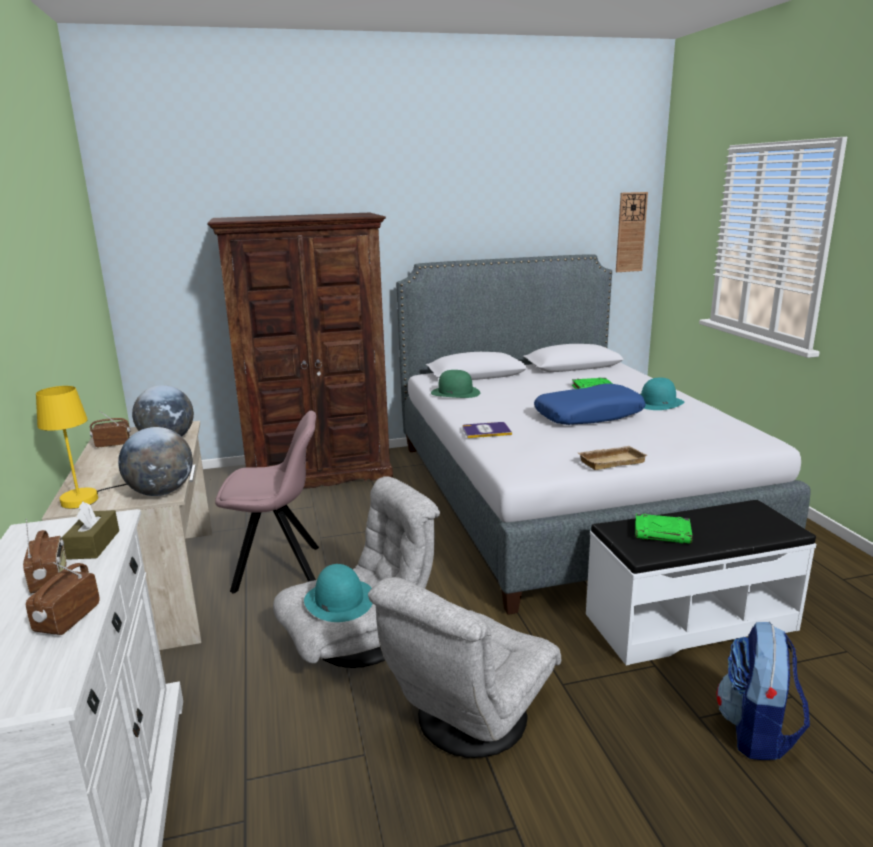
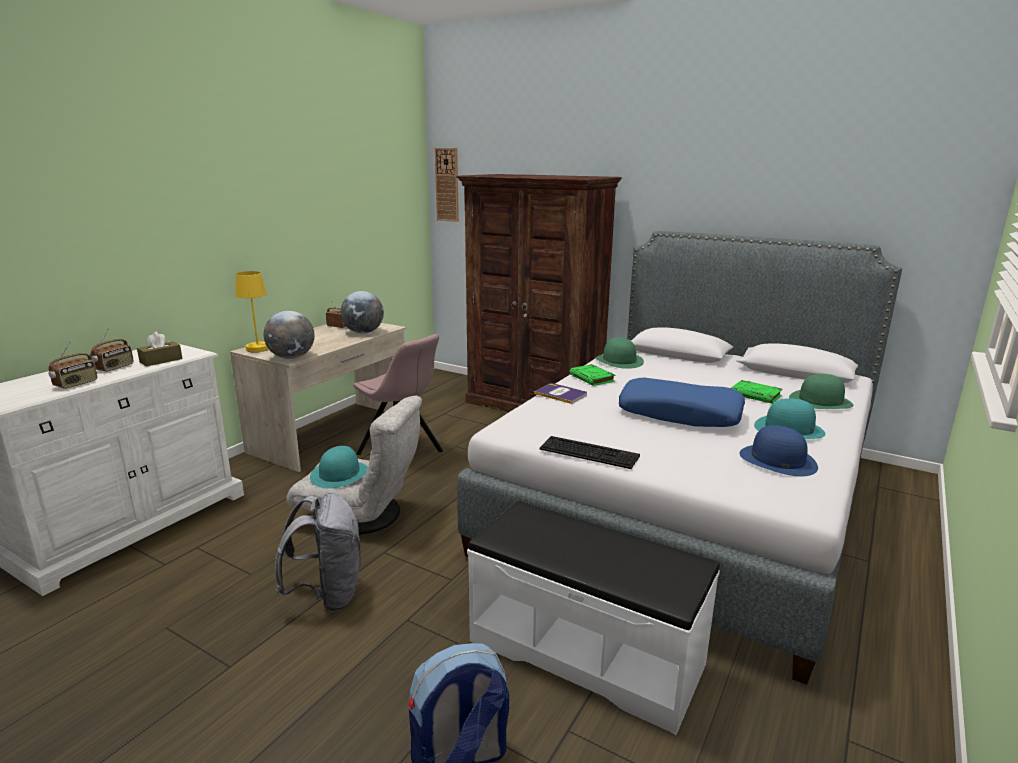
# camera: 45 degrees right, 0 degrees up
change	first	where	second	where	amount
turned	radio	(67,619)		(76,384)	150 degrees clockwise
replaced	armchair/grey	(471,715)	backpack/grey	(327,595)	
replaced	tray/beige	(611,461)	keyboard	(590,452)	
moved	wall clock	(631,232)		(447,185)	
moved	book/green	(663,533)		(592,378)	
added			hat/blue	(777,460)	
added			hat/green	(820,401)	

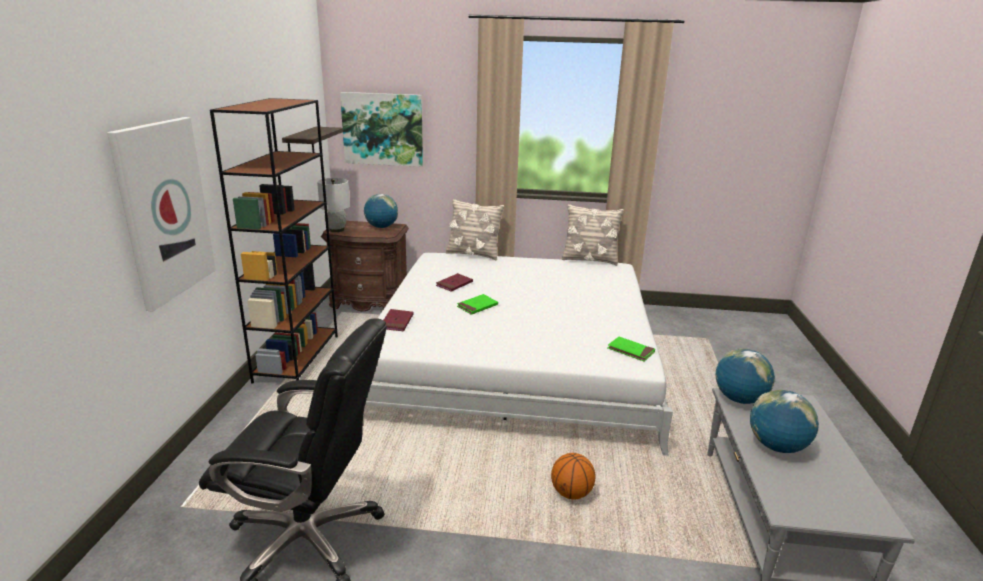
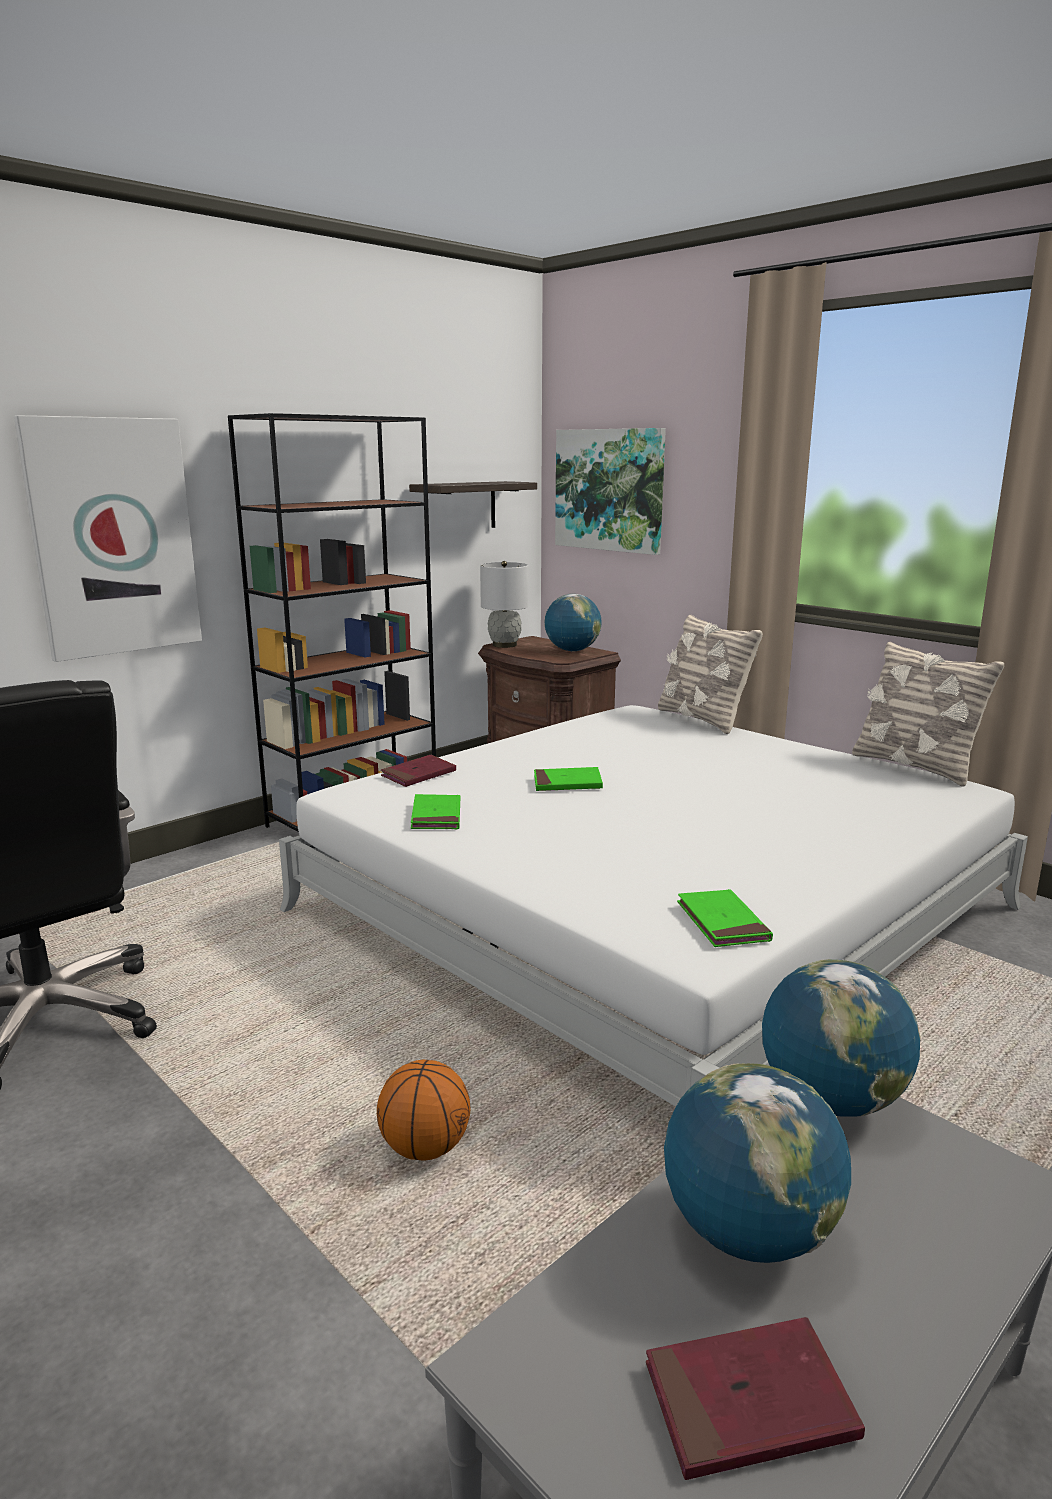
# camera: 40 degrees right, 5 degrees down
change	first	where	second	where	amount
moved	book/red	(454,284)		(749,1403)	
added			book/green	(436,816)	

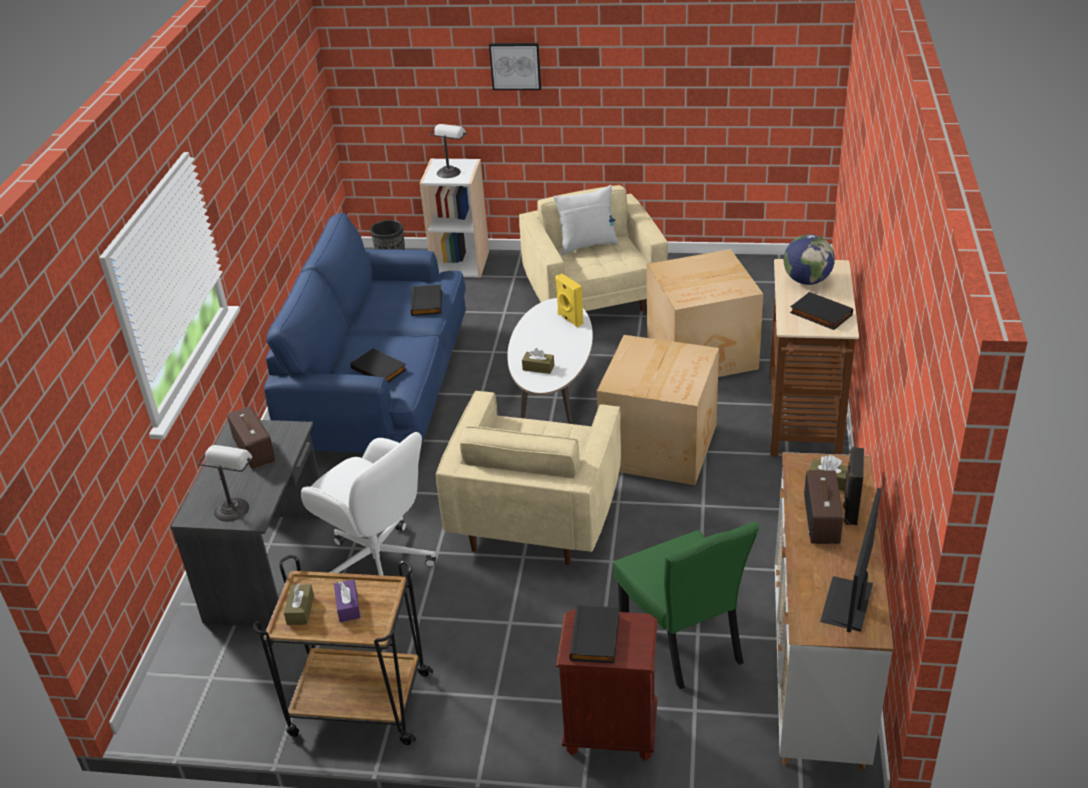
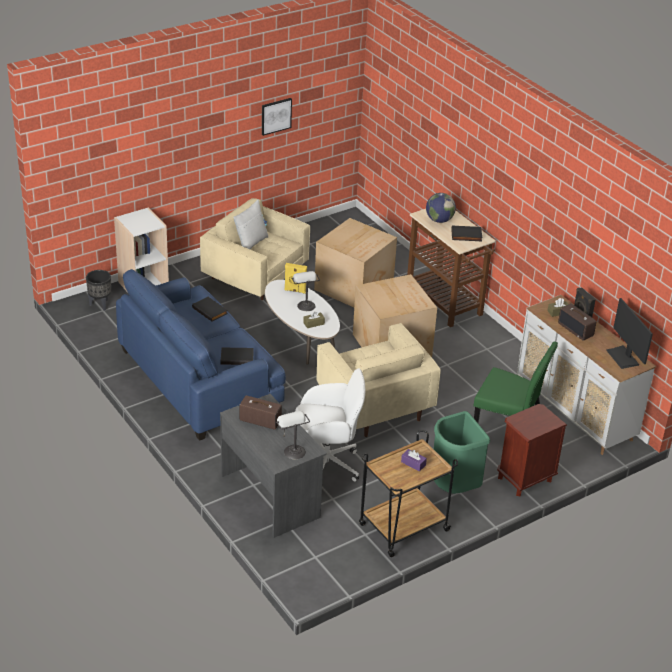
# camera: 45 degrees left, 0 degrees up
change	first	where	second	where	amount
removed	tissue box/brown	(300,610)			
moved	table lamp	(450,170)		(304,303)	
moved	picture	(515,66)		(276,116)	
removed	book/black	(597,637)			
added			trash can/green	(453,487)	

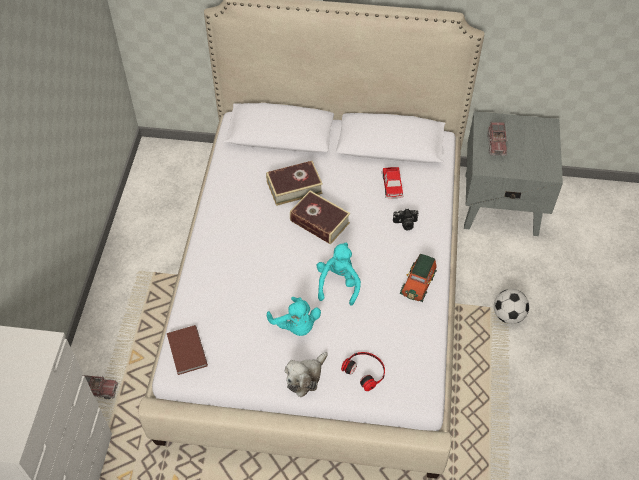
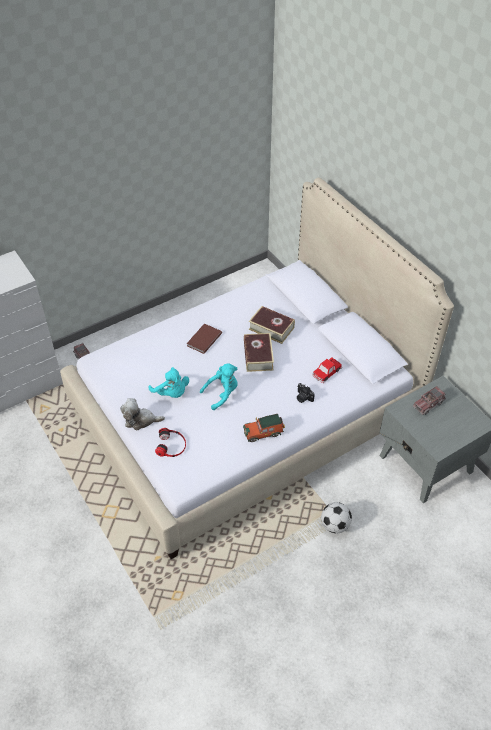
# camera: 50 degrees right, 5 degrees down
change	first	where	second	where	amount
moved	book/brown	(186,351)		(203,339)	
turned	plush toy/turquoise	(296,325)		(171,393)	60 degrees counterclockwise

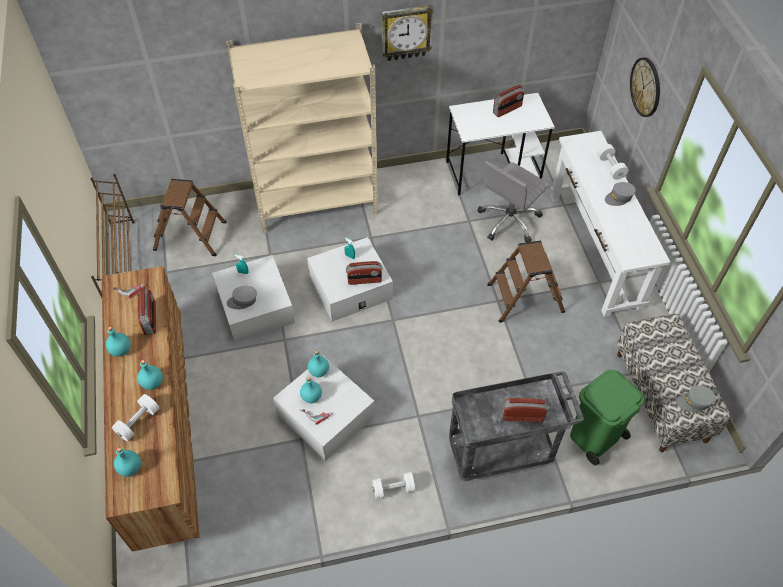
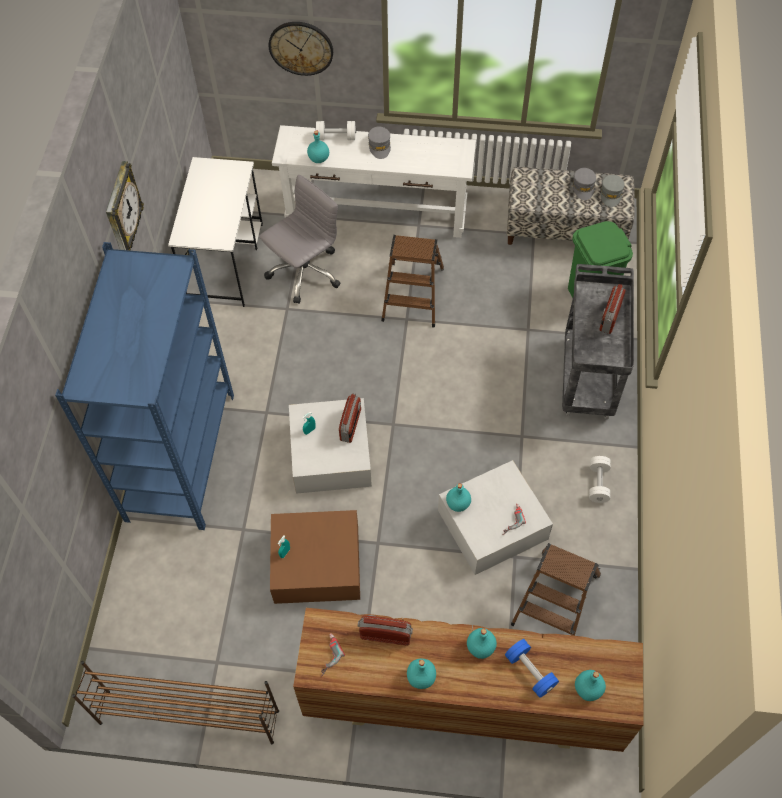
# camera: 70 degrees left, 5 degrees up
change	first	where	second	where	amount
recoloured	dumbbell/white	(138,422)	dumbbell/blue	(530,671)	
moved	step ladder/brown	(190,235)		(556,599)	
recoloured	storage box/white	(255,306)	storage box/brown	(316,564)	
recoloured	bookcase/beige	(316,201)	bookcase/blue	(181,456)	
moved	cap/grey	(243,301)		(583,187)	
moved	bottle/turquoise	(311,396)		(318,159)	
turned	office chair/grey	(509,221)		(305,272)	105 degrees counterclockwise
removed	radio	(507,110)			

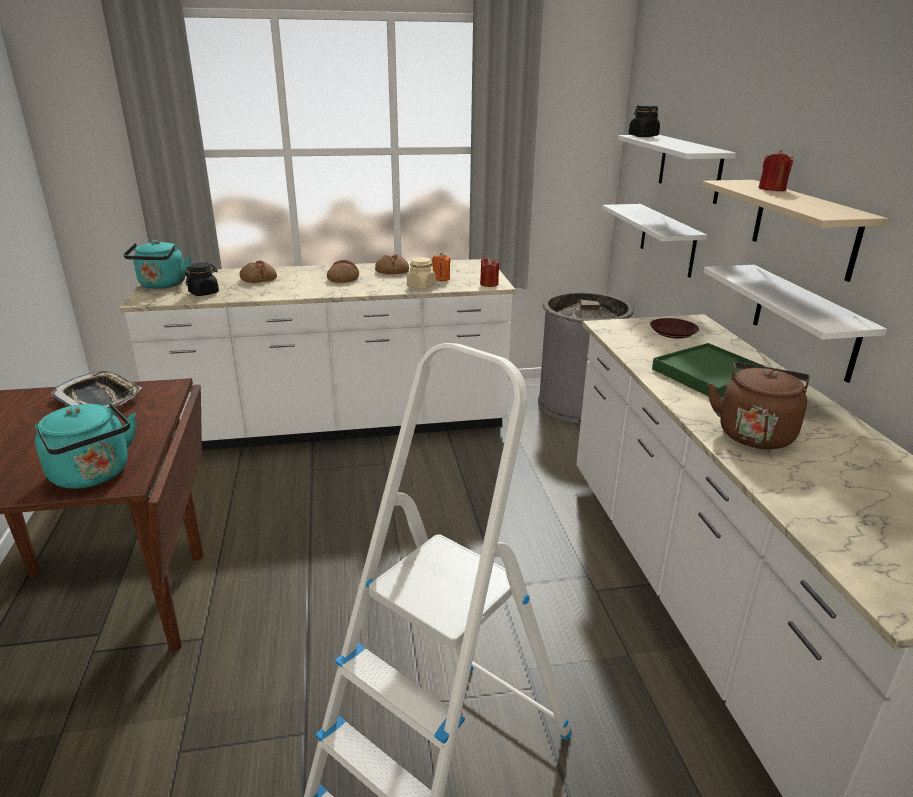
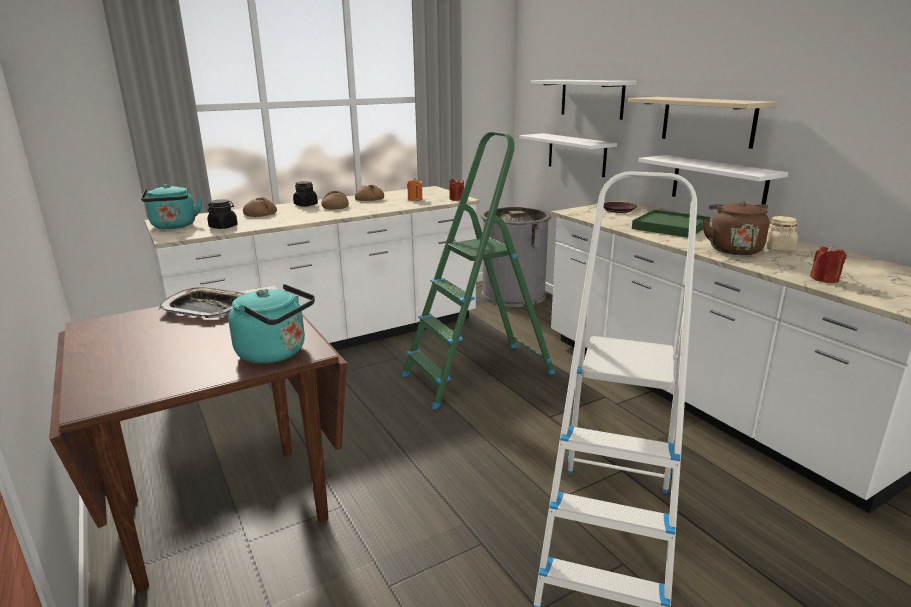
# camera: 20 degrees left, 5 degrees down
change	first	where	second	where	amount
moved	jar/beige	(421,286)		(778,248)	
moved	jar/black	(643,136)		(305,205)	
moved	candle/red	(772,189)		(824,279)	
added			step ladder/green	(477,375)	

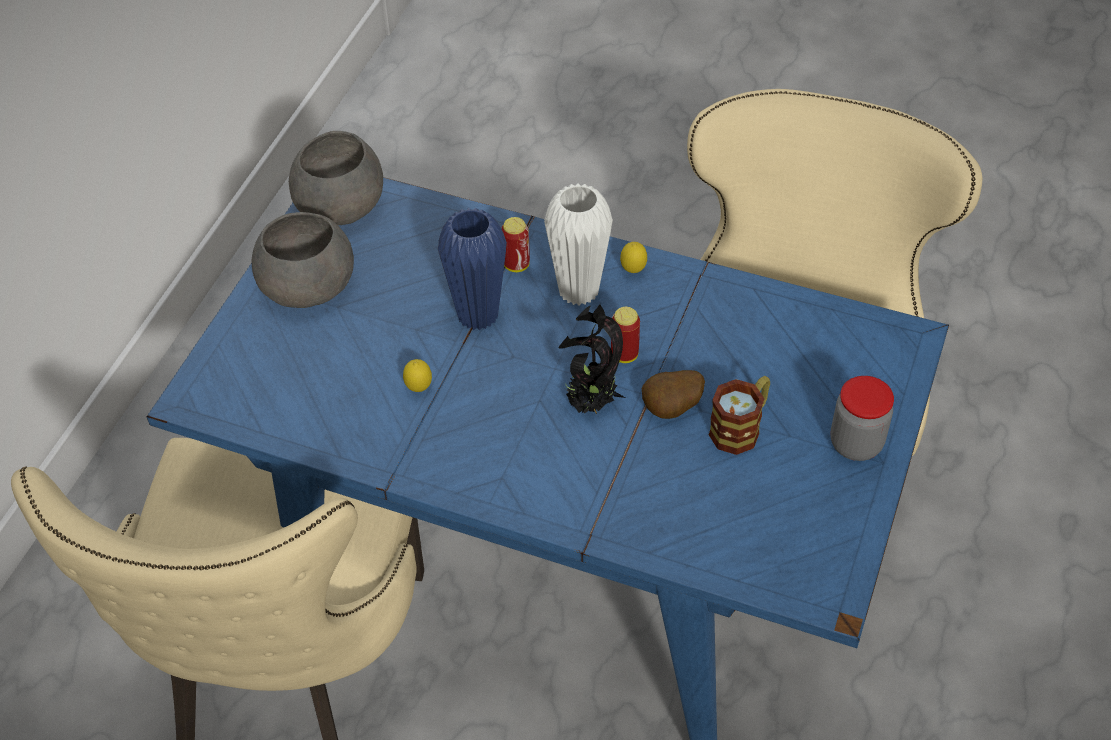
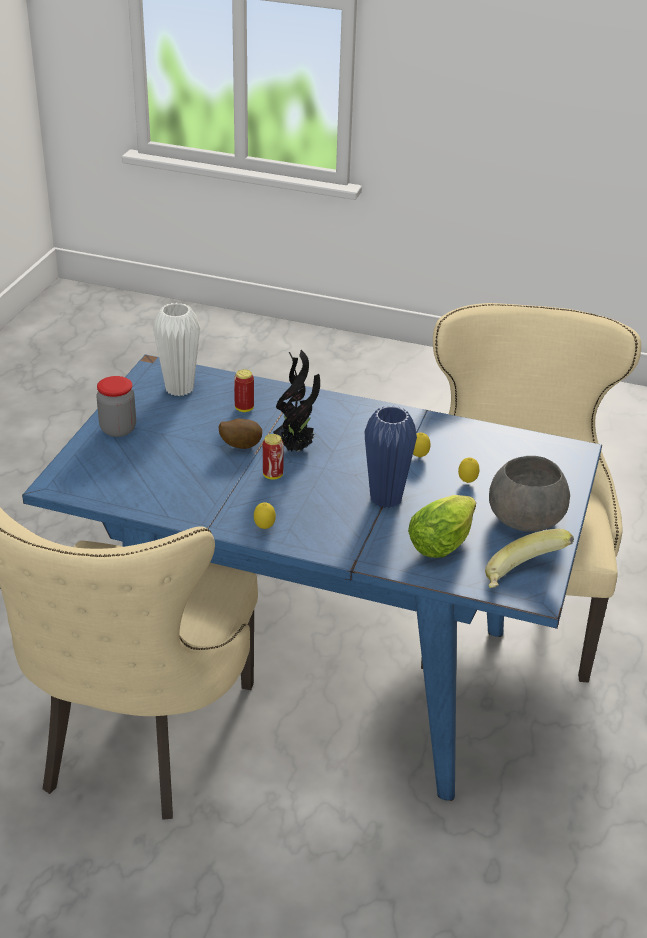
# camera: 175 degrees right, 15 degrees down
change	first	where	second	where	amount
replaced	bowl/grey	(341,203)	banana	(523,579)	
moved	can	(516,265)		(244,408)	
moved	vase/white	(578,291)		(179,389)	
removed	mug	(741,427)			
added			lettuce	(444,542)	
added			lemon	(467,482)	

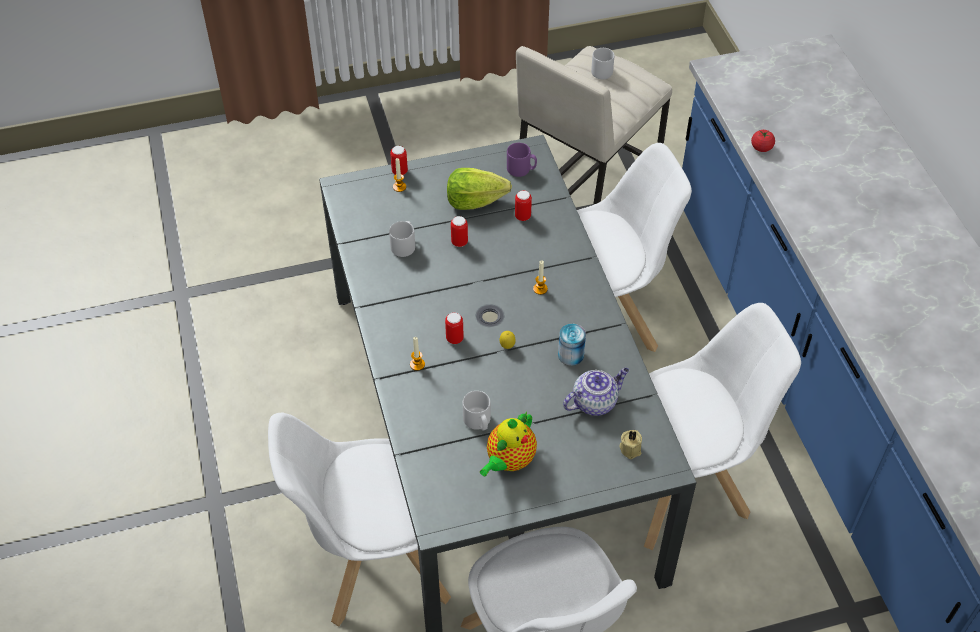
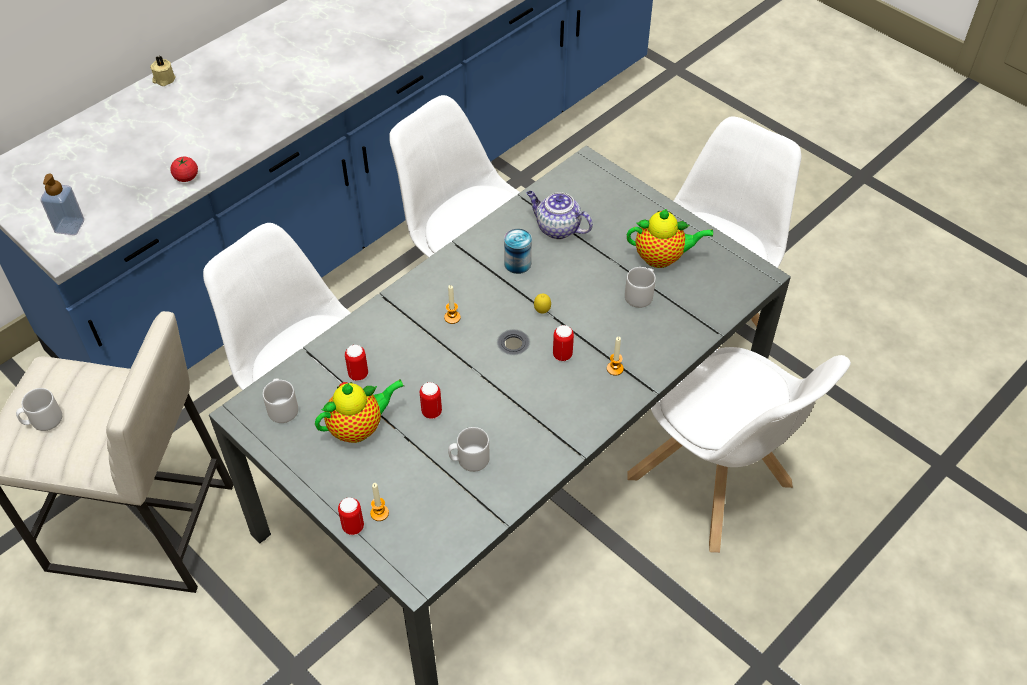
# camera: 120 degrees left, 0 degrees up
change	first	where	second	where	amount
replaced	lettuce	(475,201)	teapot	(359,427)	
recoloured	mug/purple	(521,169)	mug/grey	(282,408)	
moved	candle/beige	(631,448)		(164,79)	
added			soap dispenser	(69,226)	

